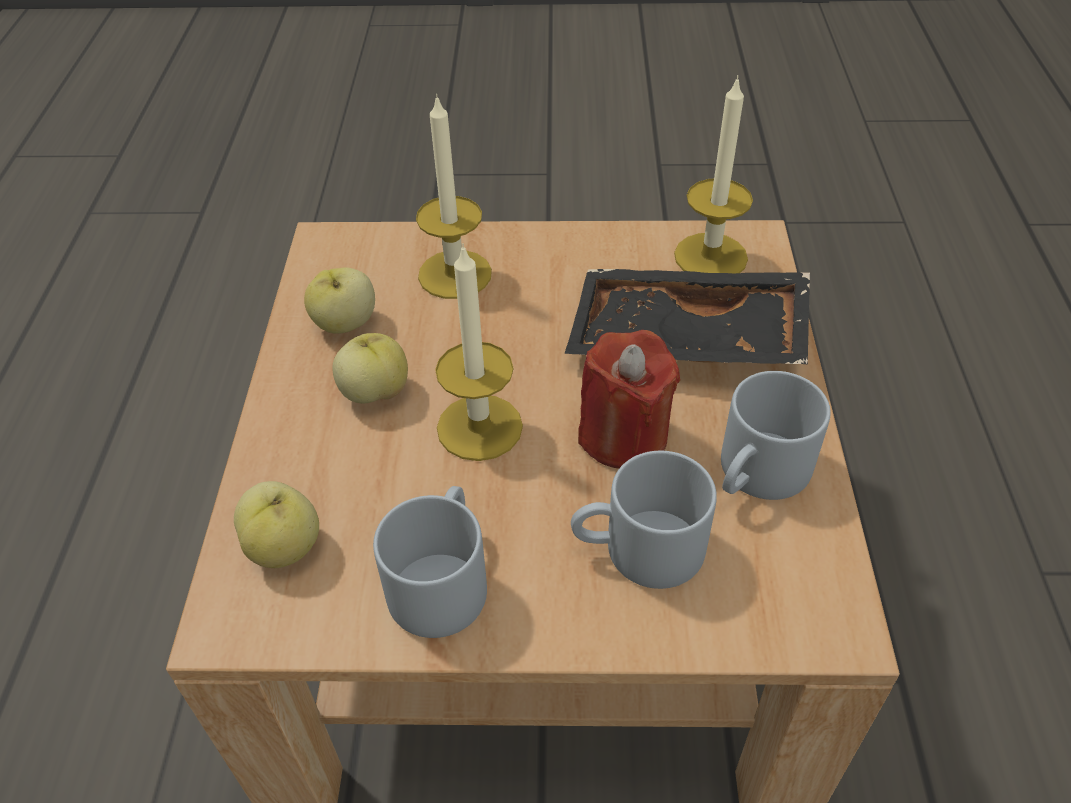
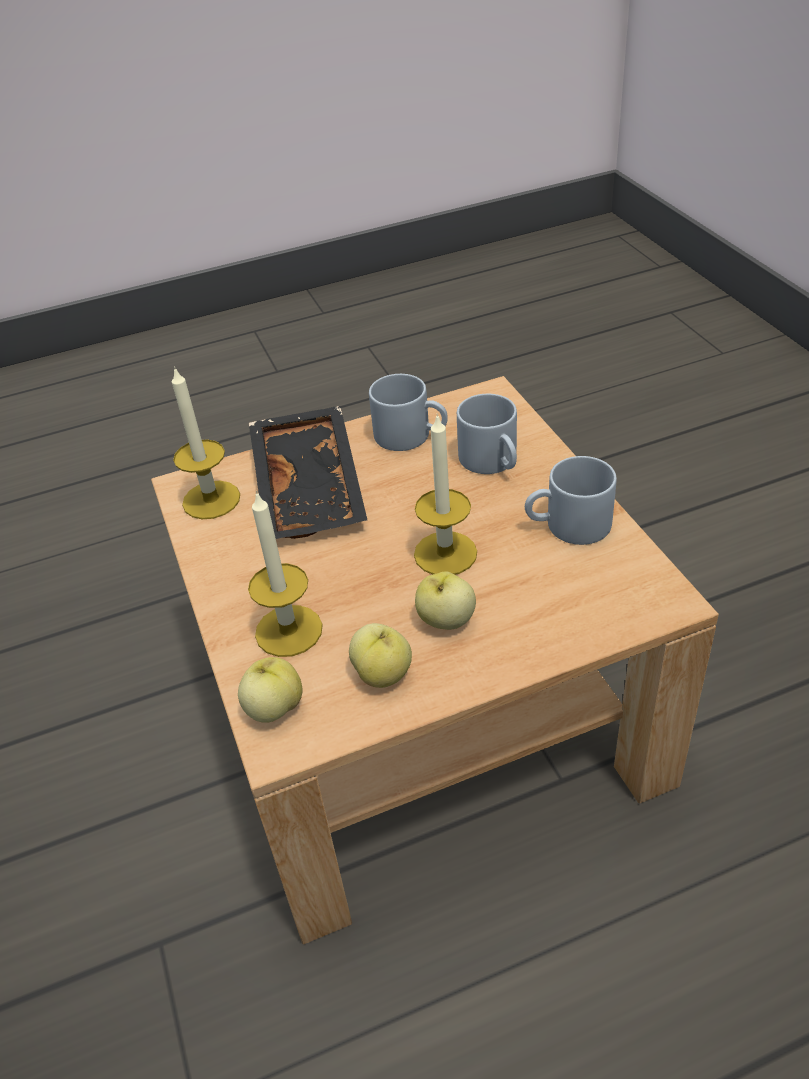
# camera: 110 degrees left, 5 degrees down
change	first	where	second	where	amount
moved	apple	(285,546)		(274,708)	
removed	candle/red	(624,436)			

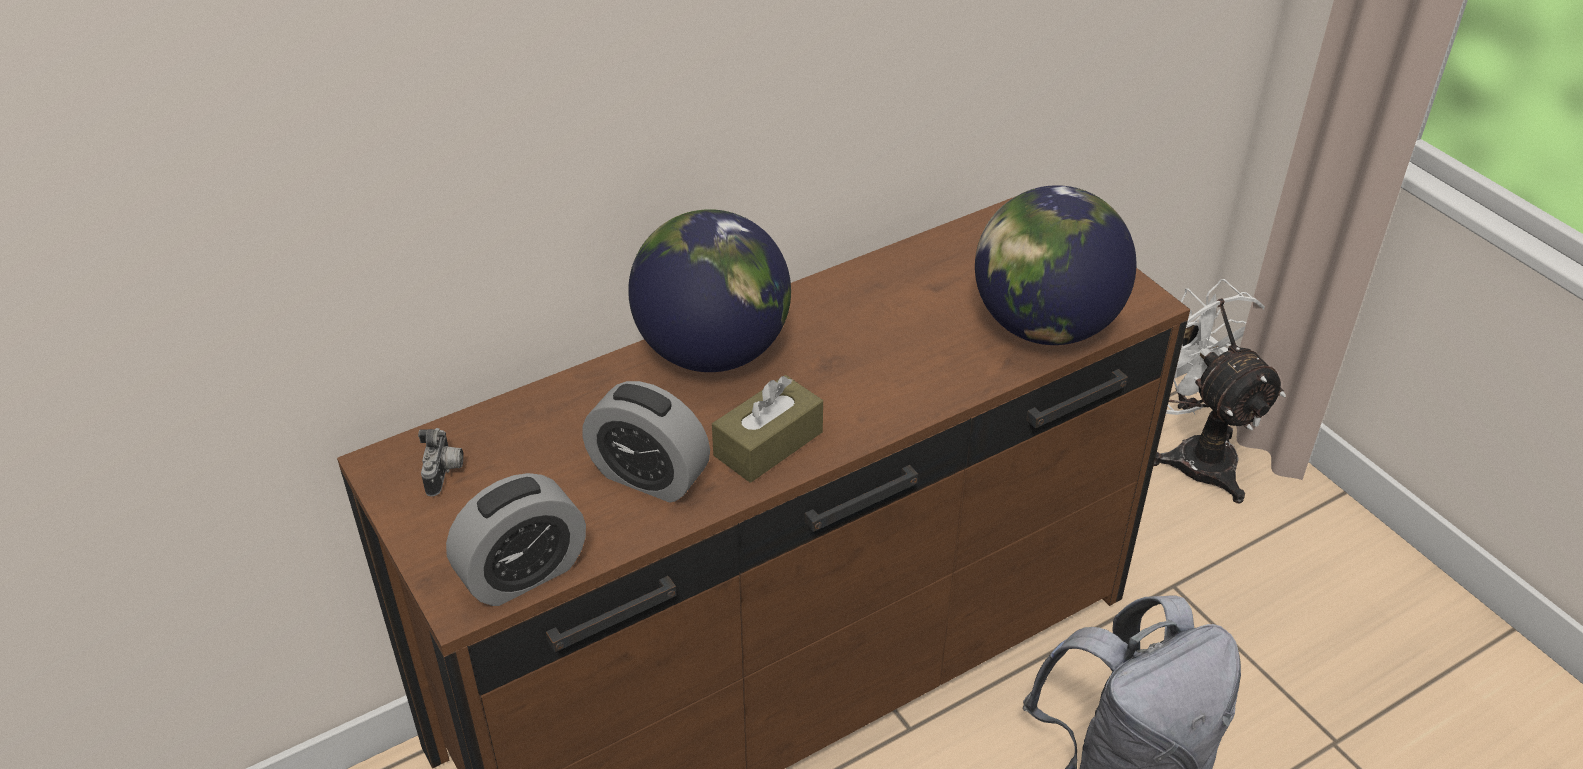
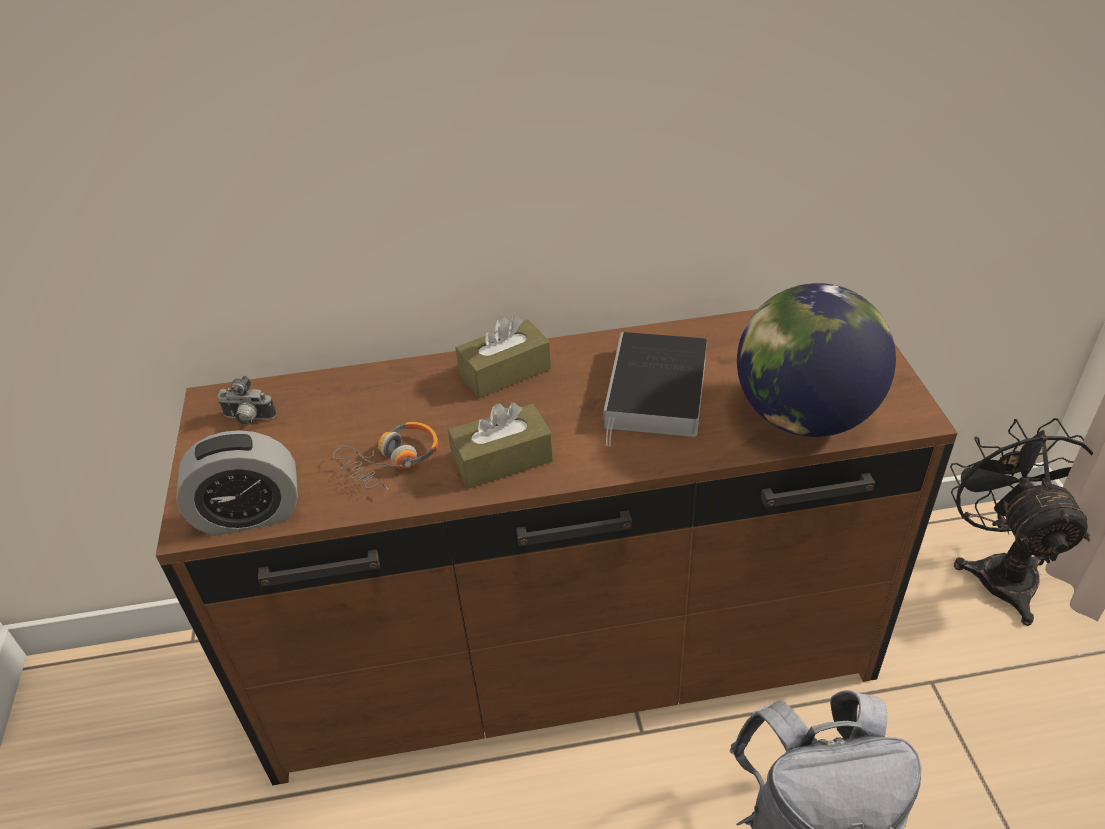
# camera: 25 degrees right, 0 degrees up
change	first	where	second	where	amount
turned	photo camera	(445,473)		(248,419)	75 degrees clockwise
replaced	alarm clock	(649,476)	headphones	(392,462)	
replaced	globe	(713,351)	tissue box/brown	(505,372)	
recoloured	fan/white	(1194,453)	fan/black	(1000,569)	
added			book	(657,394)	

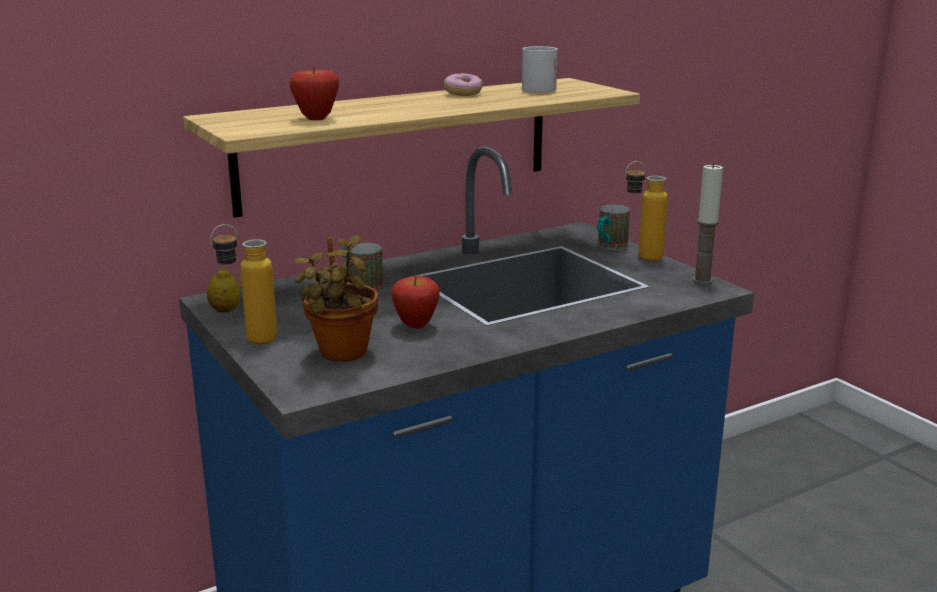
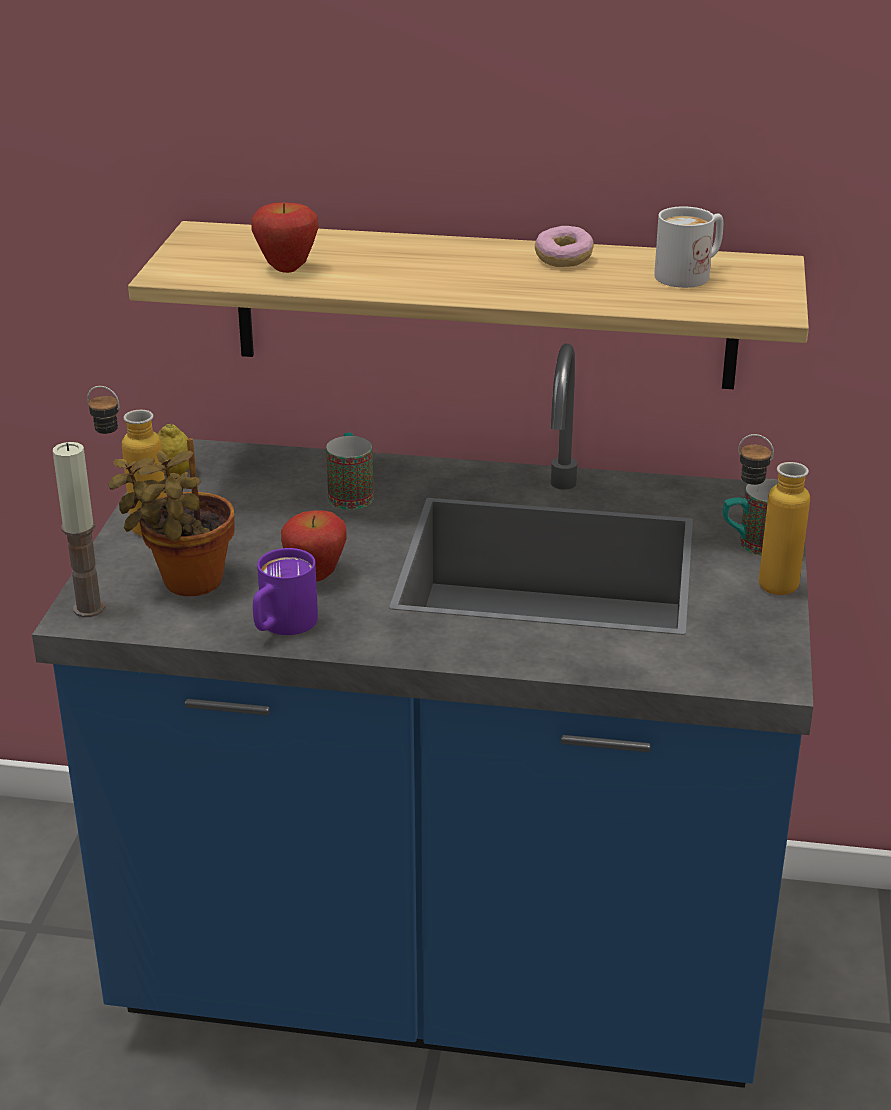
# camera: 40 degrees right, 10 degrees up
change	first	where	second	where	amount
moved	candle	(702,280)		(89,608)	
added			mug/purple	(281,626)	

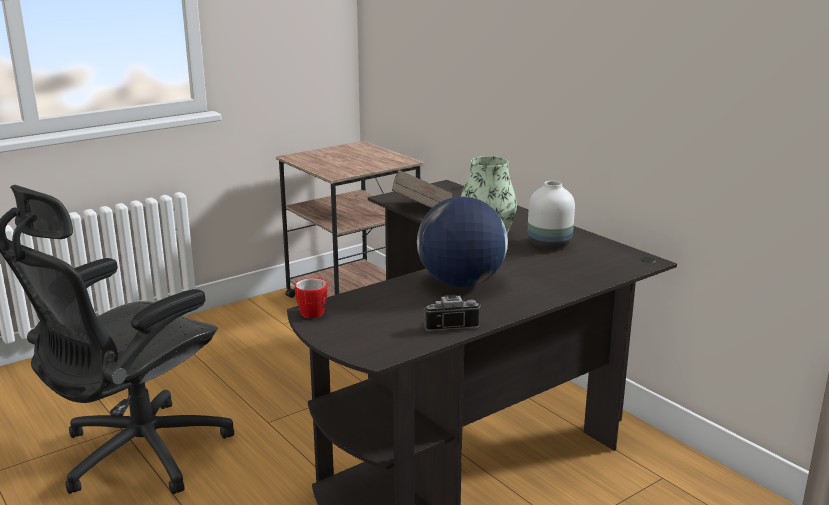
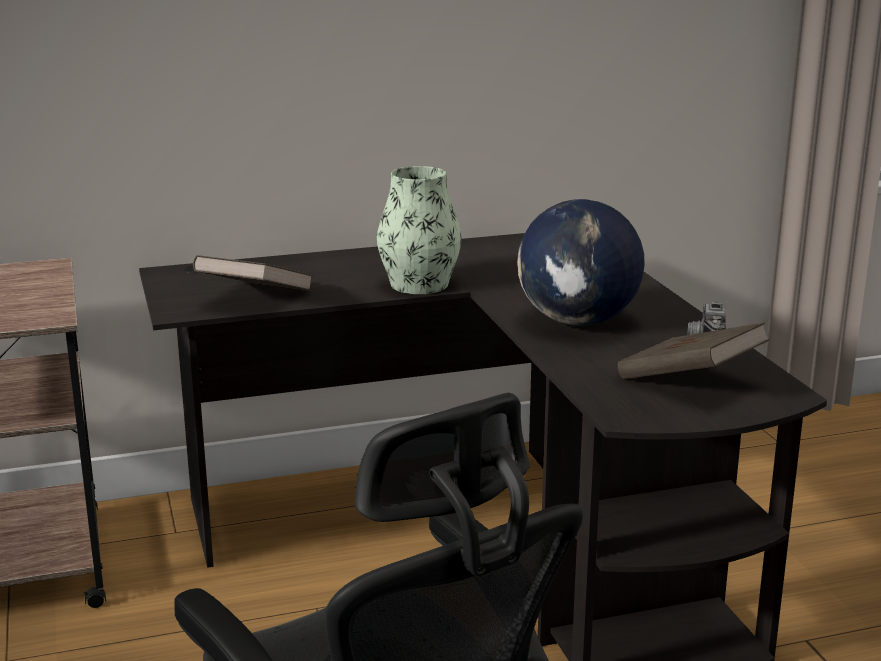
# camera: 70 degrees left, 0 degrees up
change	first	where	second	where	amount
removed	mug	(314,311)			
removed	vase/white	(549,244)			
added			book/brown	(689,381)	

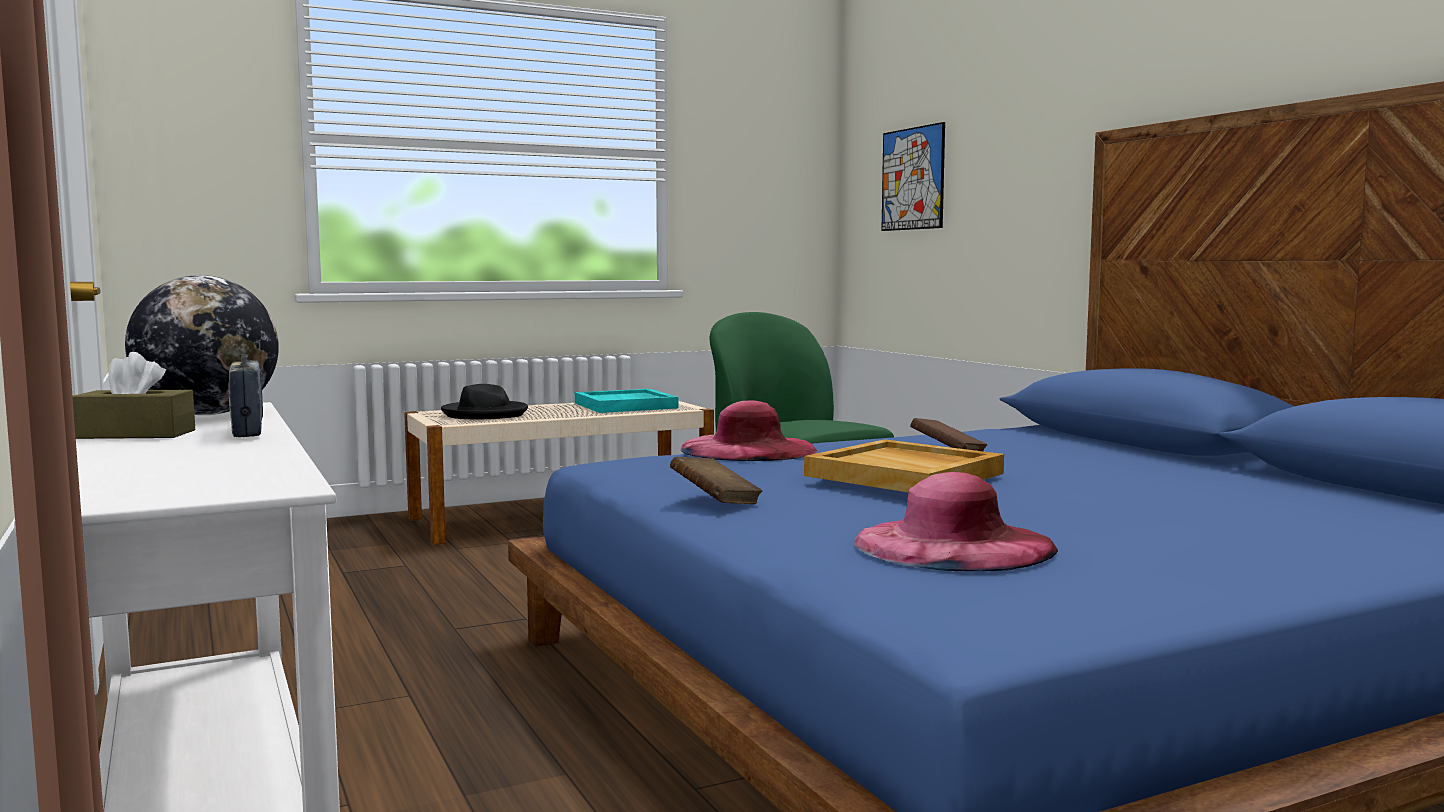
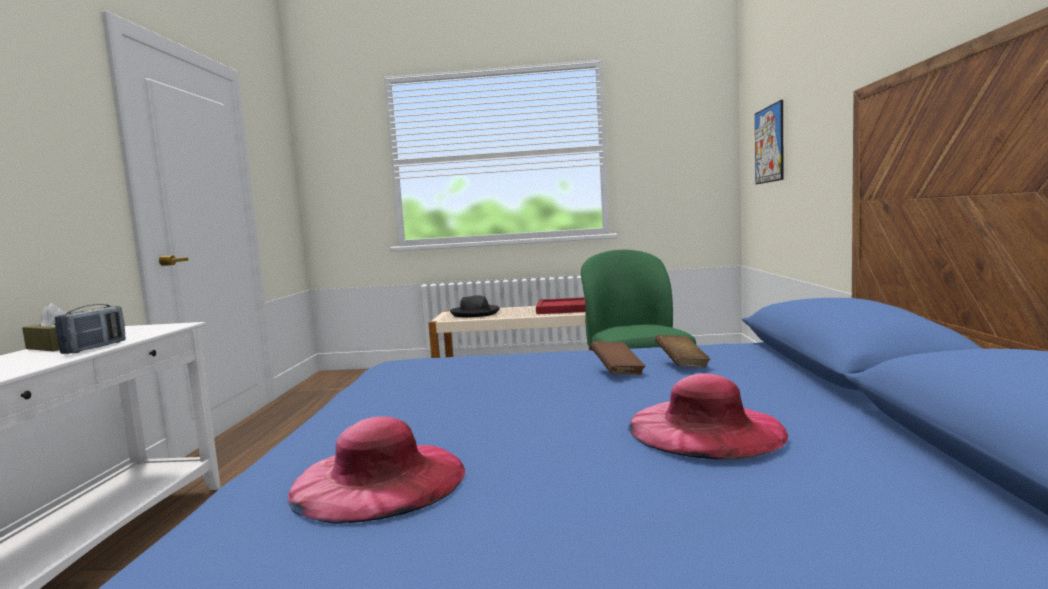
# camera: 30 degrees right, 0 degrees up
change	first	where	second	where	amount
removed	globe	(207,414)			
recoloured	tray/turquoise	(626,405)	tray/red	(563,309)	
moved	book/brown	(715,502)		(682,364)	
moved	hat/pink	(748,449)		(705,428)	
removed	tray/beige	(906,474)			

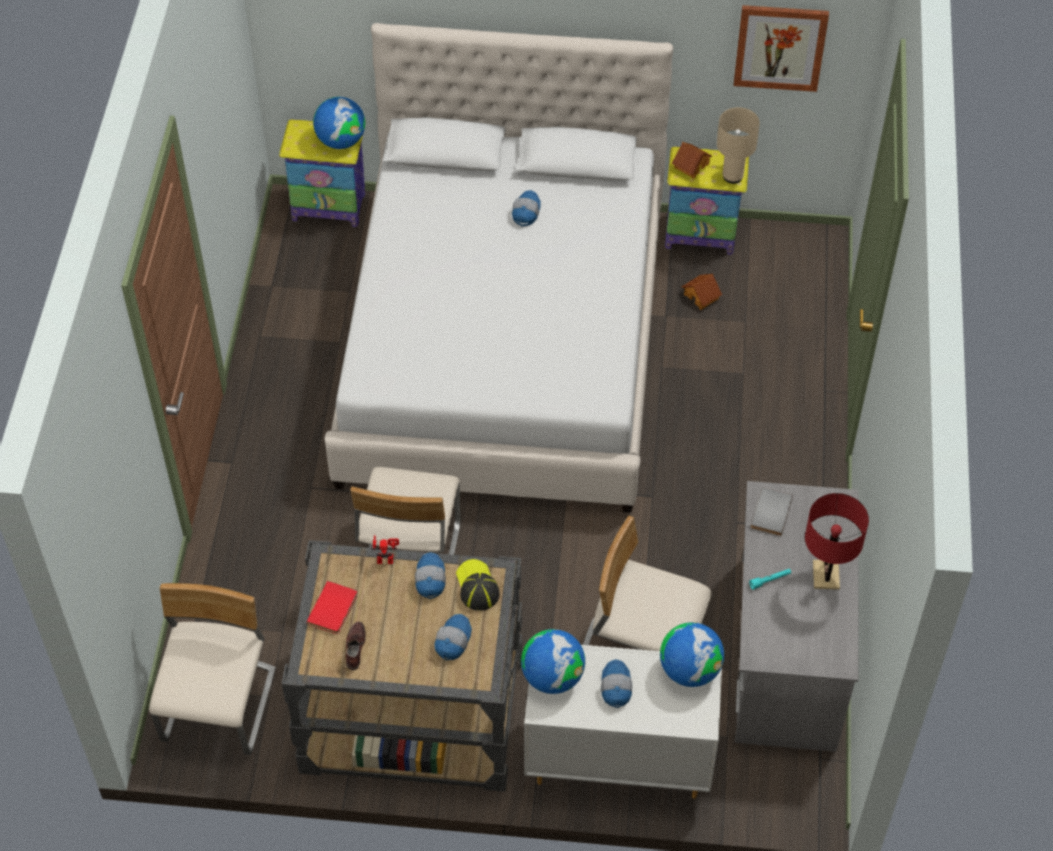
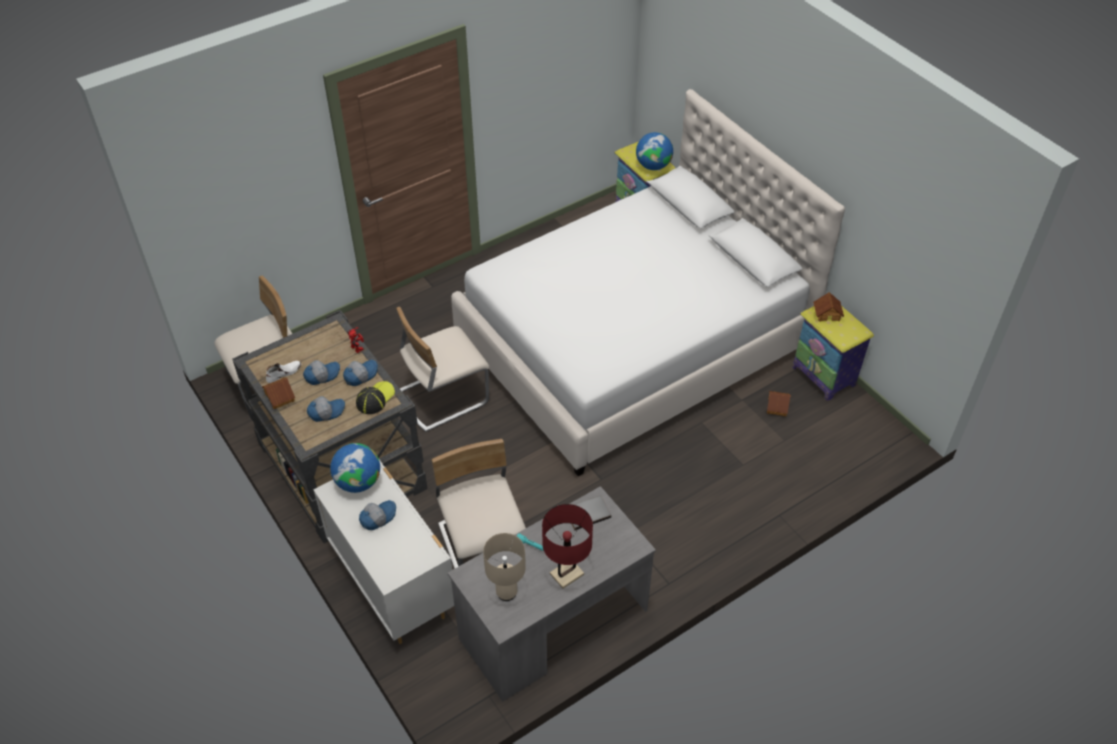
# camera: 50 degrees right, 5 degrees down
change	first	where	second	where	amount
removed	book/red	(334,609)			
recoloured	shoe/brown	(354,647)	shoe/white	(284,373)	
moved	cap	(525,212)		(322,375)	
removed	globe	(689,670)			
moved	table lamp/beige	(732,176)		(506,592)	
removed	picture	(780,47)			
added			toy house	(279,397)	

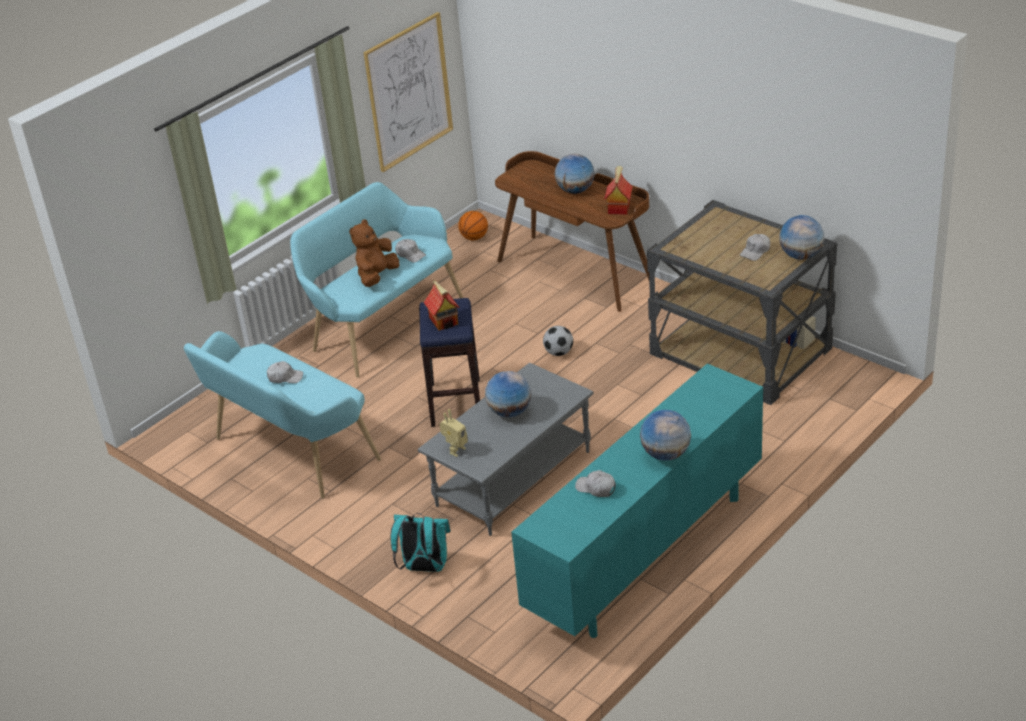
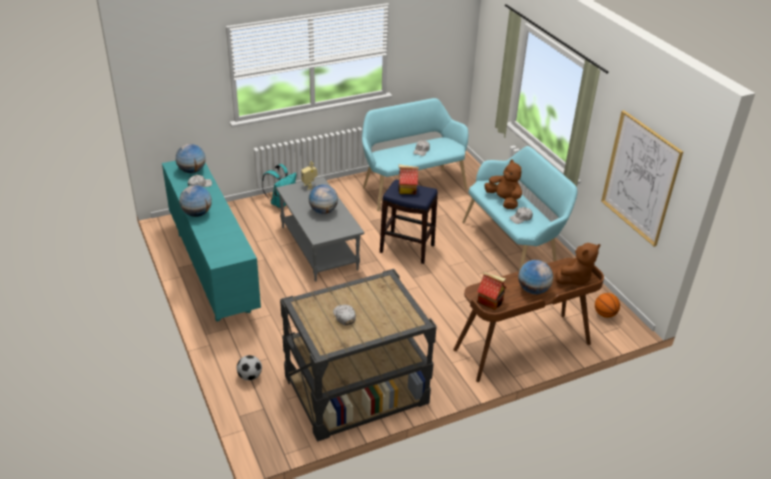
# camera: 110 degrees right, 0 degrees up
change	first	where	second	where	amount
moved	football	(559,353)		(249,376)	
moved	globe	(801,255)		(192,171)	
added			plush toy/brown	(575,279)	

